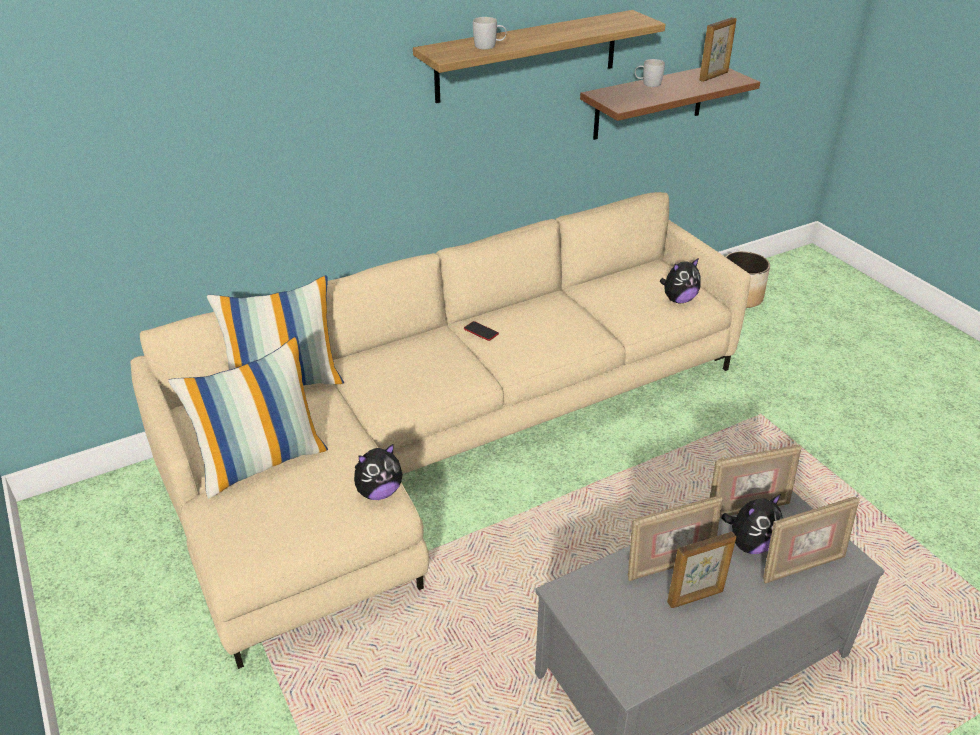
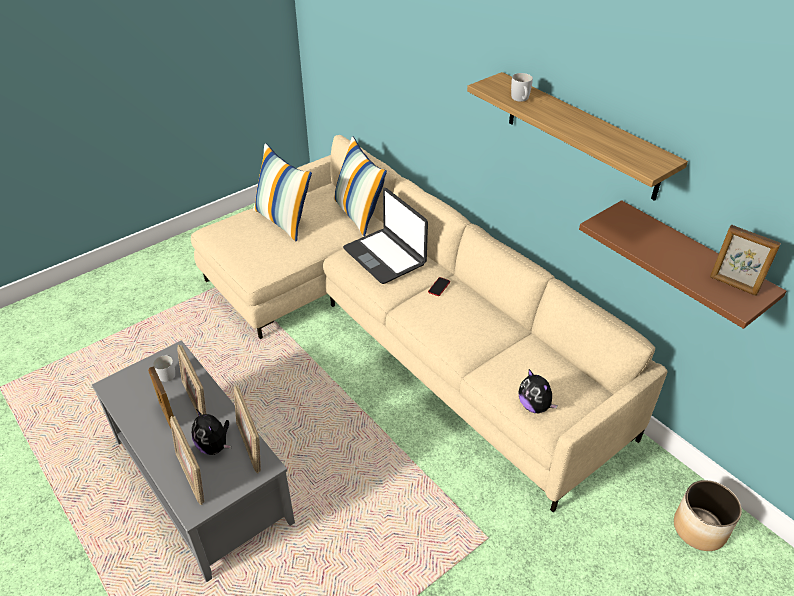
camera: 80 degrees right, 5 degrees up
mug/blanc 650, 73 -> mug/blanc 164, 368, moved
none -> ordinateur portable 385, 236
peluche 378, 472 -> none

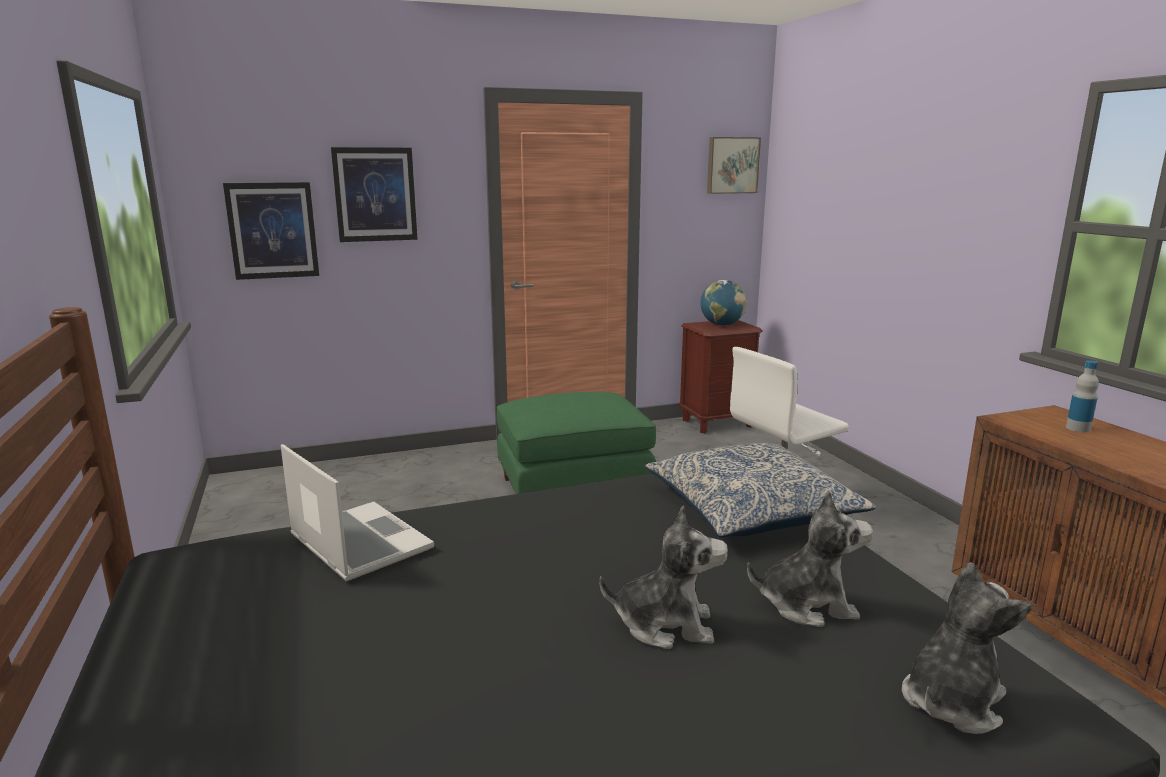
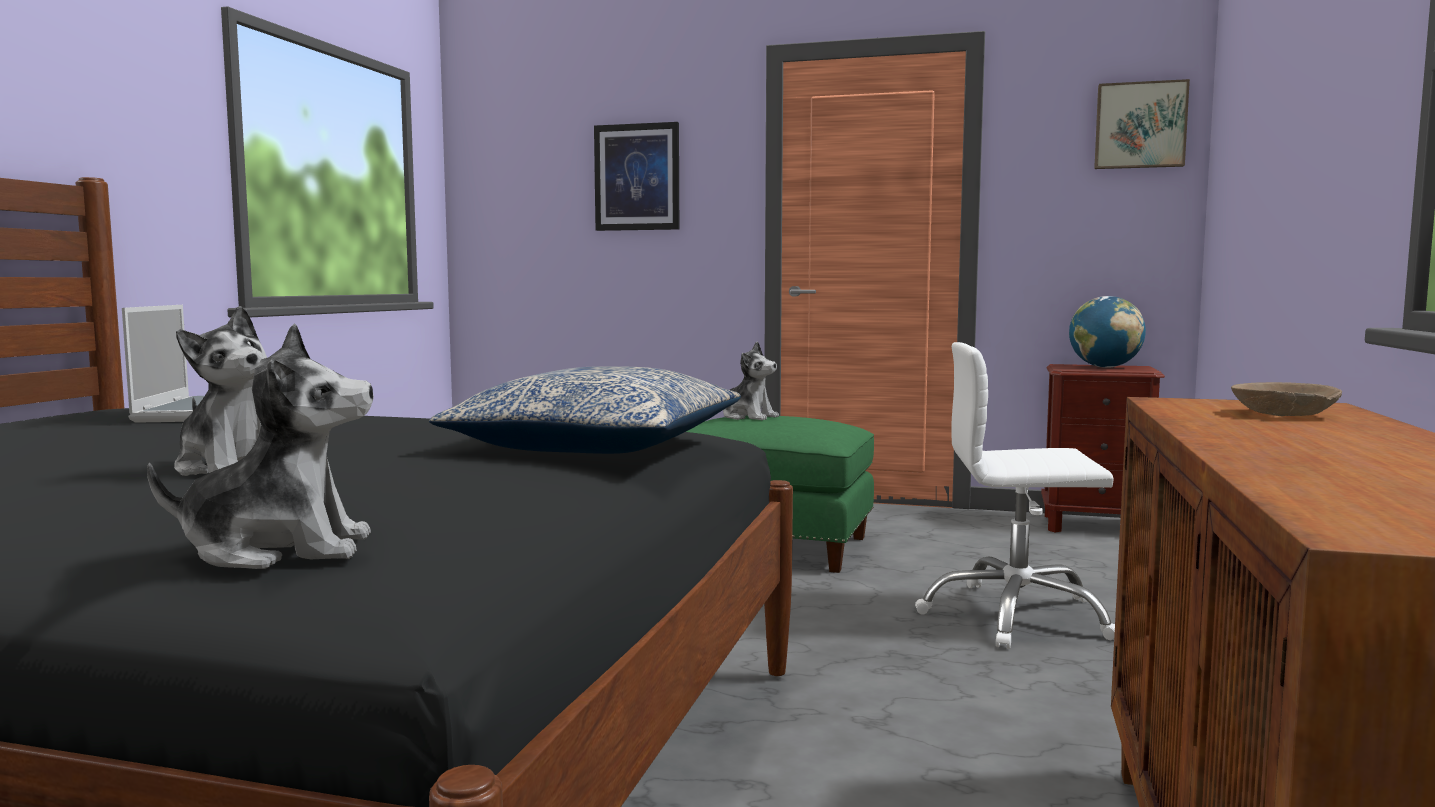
camera: 35 degrees right, 10 degrees down
peluche 810, 558 -> peluche 747, 381, moved
bouteille 1082, 396 -> bol/beige 1286, 399
tableau 271, 231 -> none

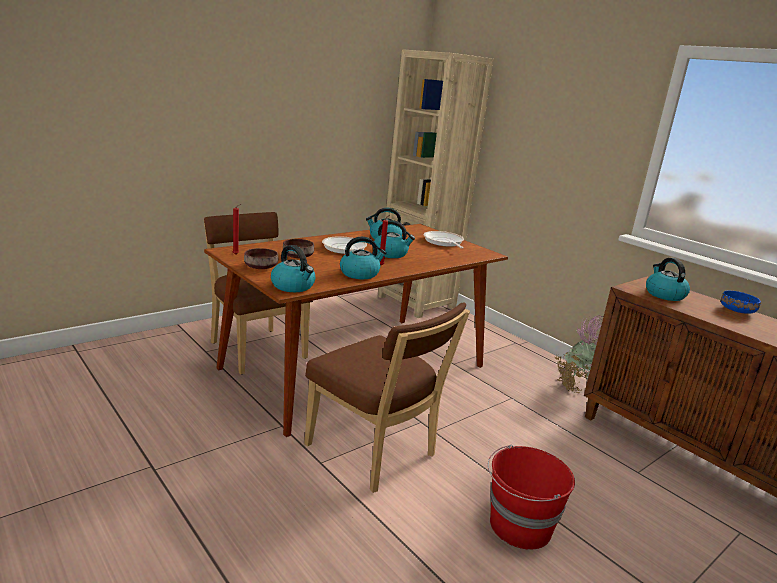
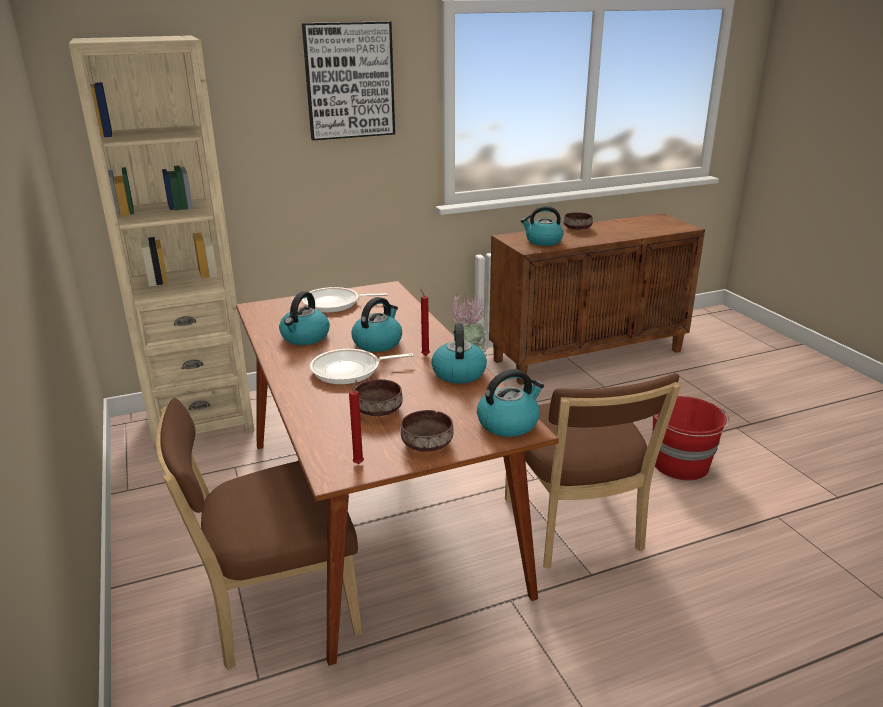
camera: 70 degrees left, 5 degrees up
none -> tableau 348, 80
chaise/marron 387, 397 -> chaise/marron 593, 470, 105 degrees clockwise
bol/bleu 741, 302 -> bol/marron 578, 221

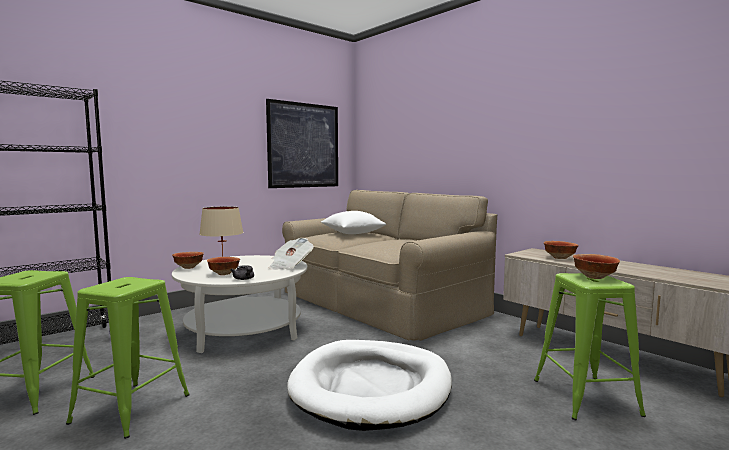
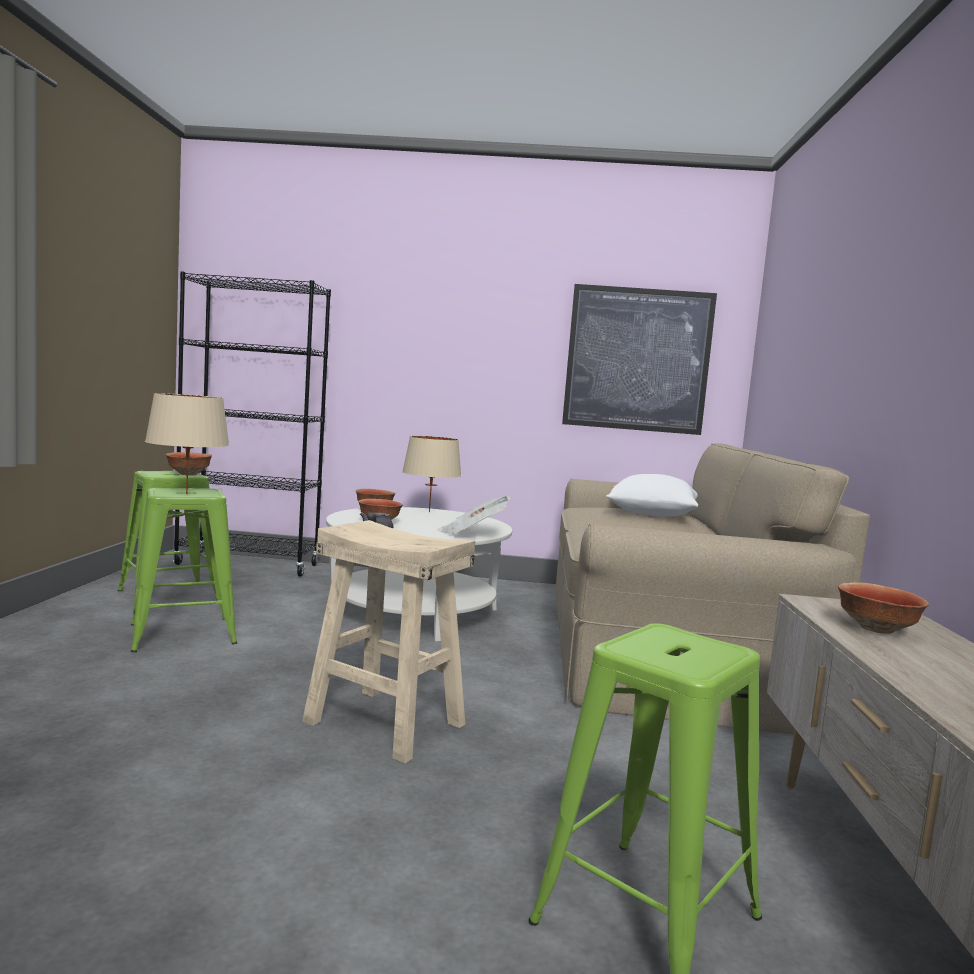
camera: 45 degrees right, 0 degrees up
none -> lampe de table/beige 187, 443
bol 596, 266 -> bol 189, 464, moved
panier pour chien/blanc 369, 385 -> tabouret/beige 388, 641

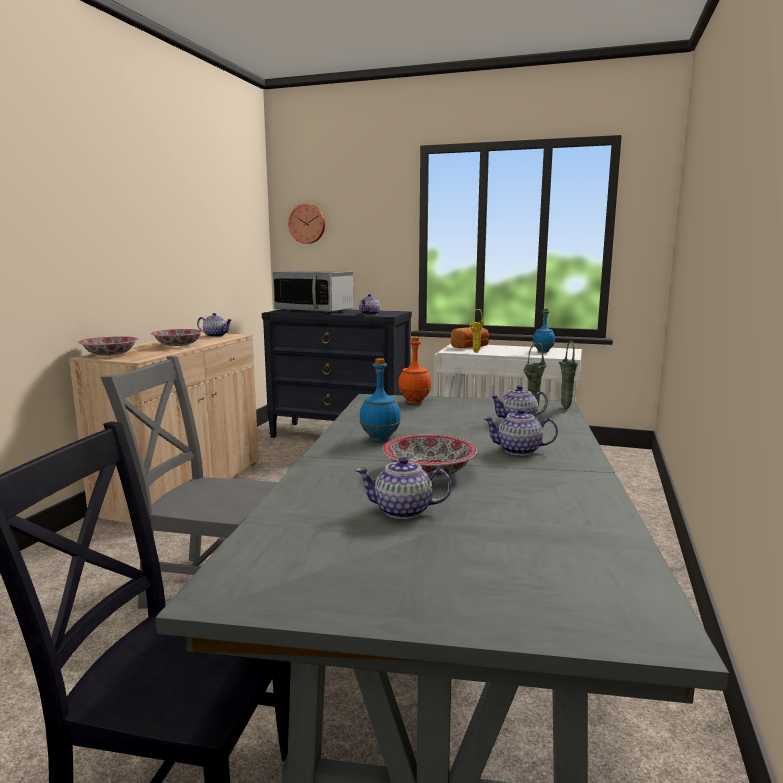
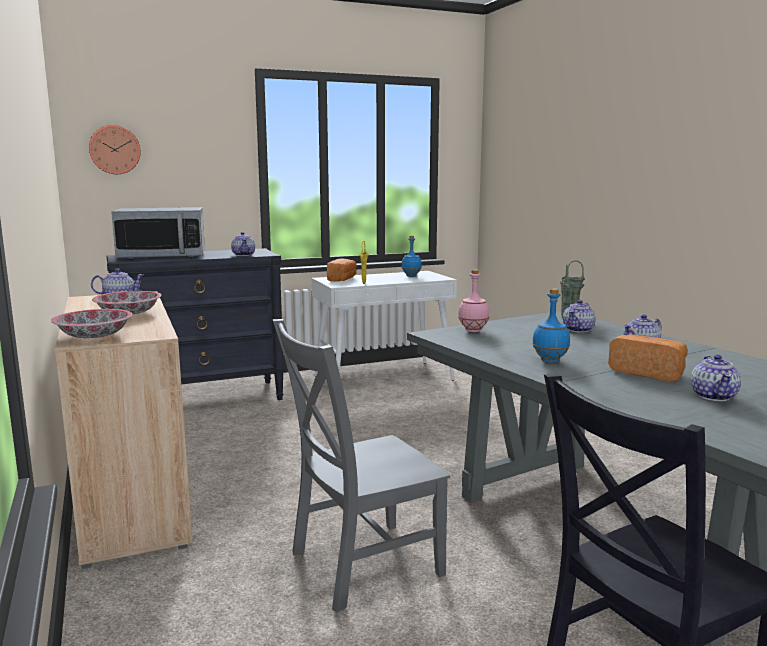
camera: 40 degrees left, 0 degrees up
bouteille/orange 415, 370 -> bouteille/rose 473, 301
bol 429, 456 -> pain 648, 357
théière 403, 488 -> théière 716, 378, 45 degrees counterclockwise

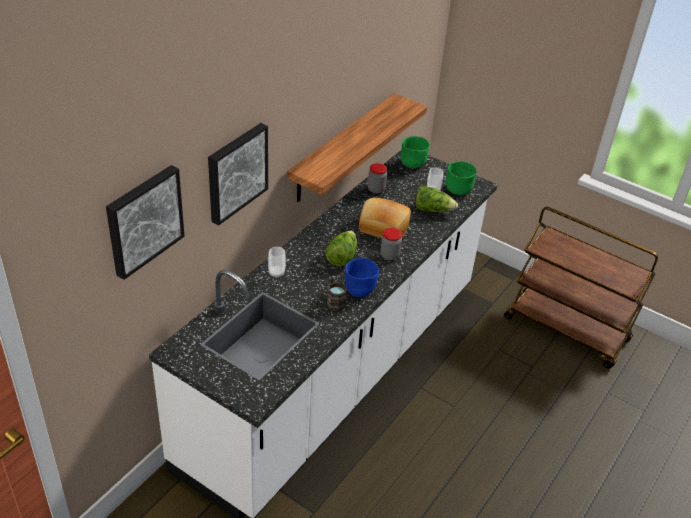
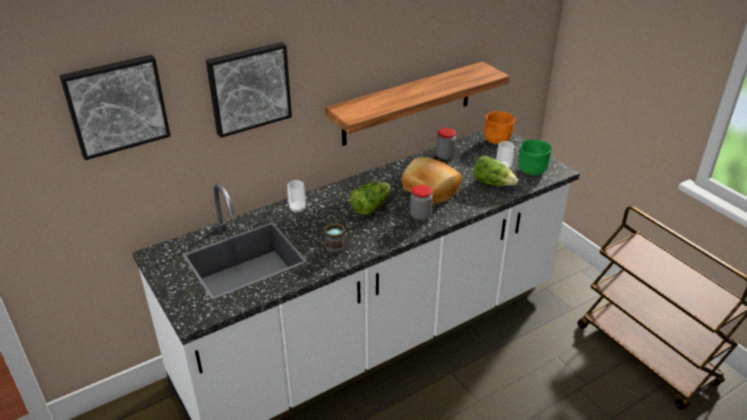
camera: 25 degrees right, 5 degrees down
bol/vert 415, 152 -> bol/orange 499, 127
bol/bleu 362, 277 -> none

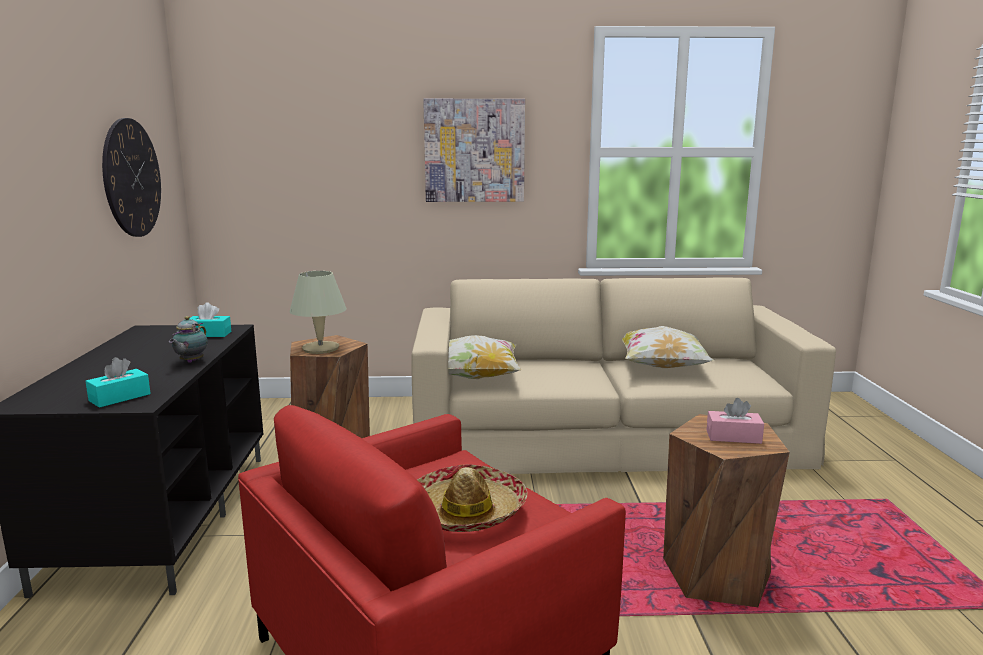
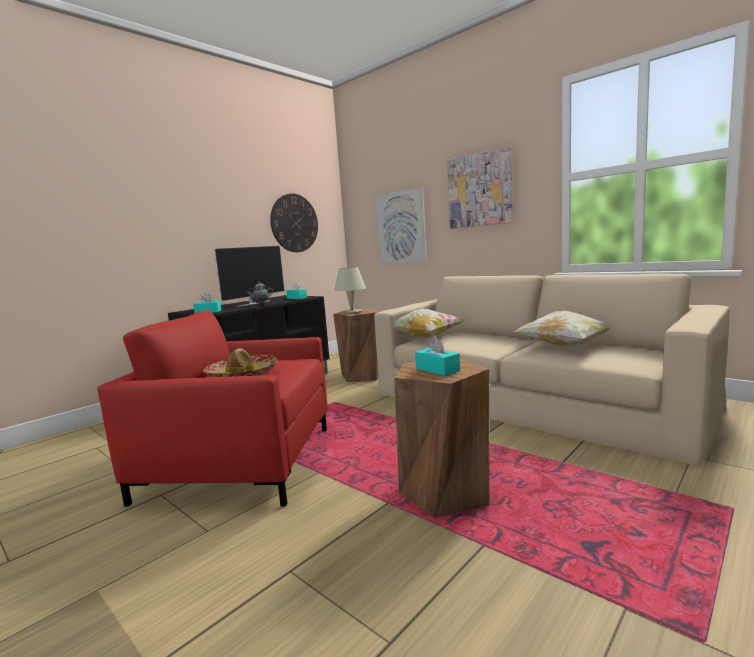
camera: 45 degrees right, 5 degrees down
none -> téléviseur 249, 276
none -> tableau 401, 225
boîte à mouchoirs/rose 735, 421 -> boîte à mouchoirs/turquoise 437, 356

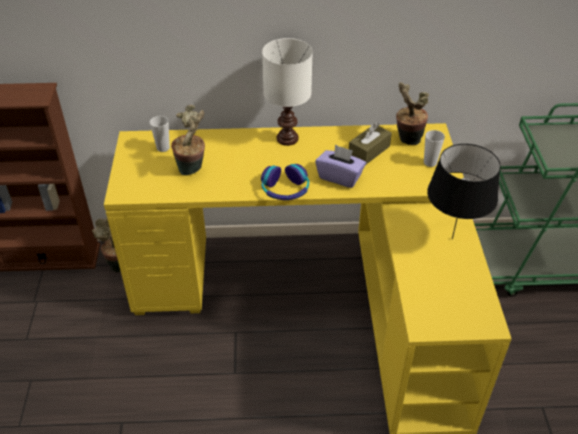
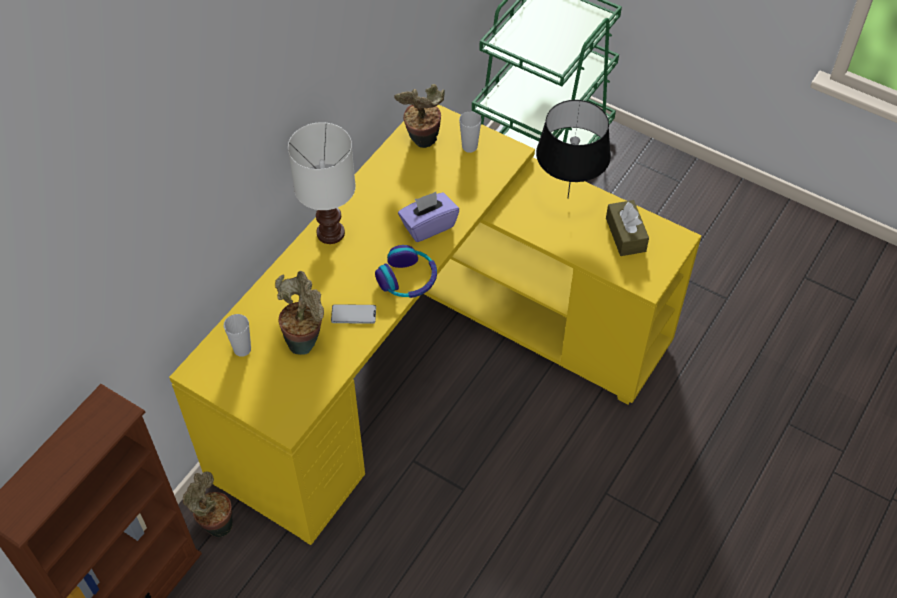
camera: 55 degrees left, 10 degrees up
none -> téléphone 353, 314
boîte à mouchoirs/marron 370, 143 -> boîte à mouchoirs/marron 627, 228, moved

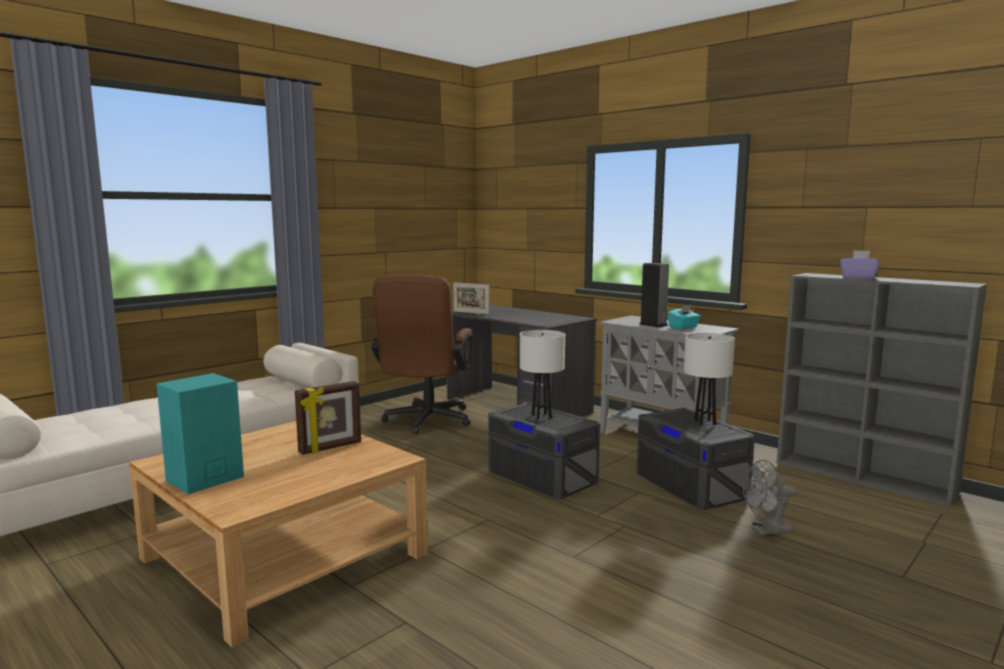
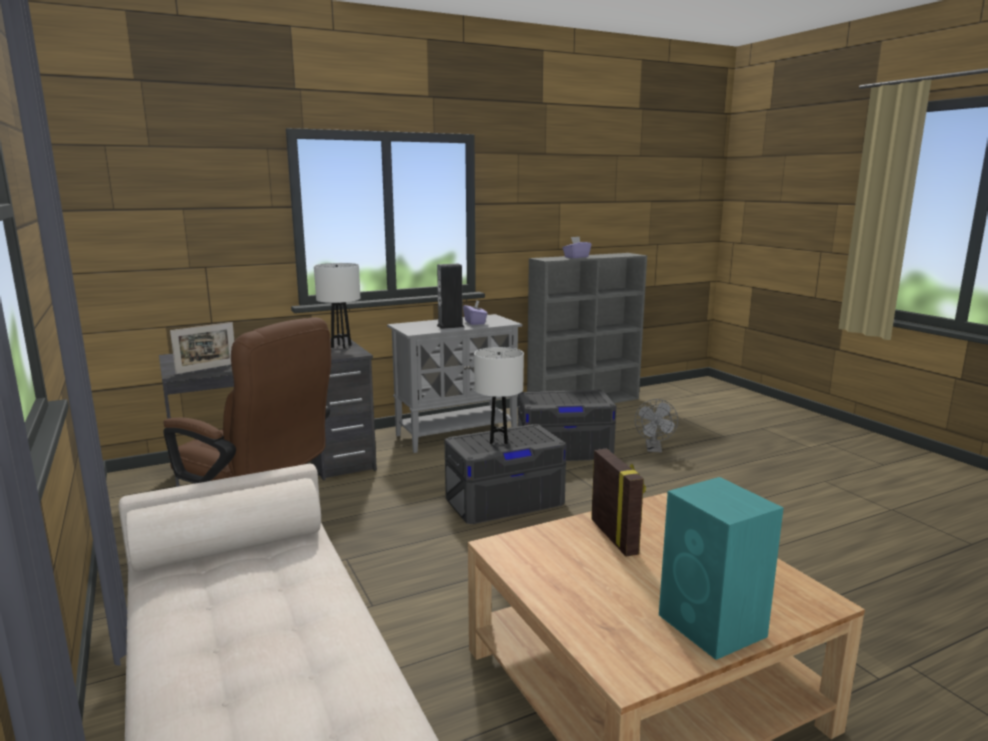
camera: 70 degrees left, 5 degrees up
lampe de table/blanc 709, 379 -> lampe de table/blanc 337, 306, moved
boîte à mouchoirs/turquoise 683, 317 -> boîte à mouchoirs/violet 475, 312

